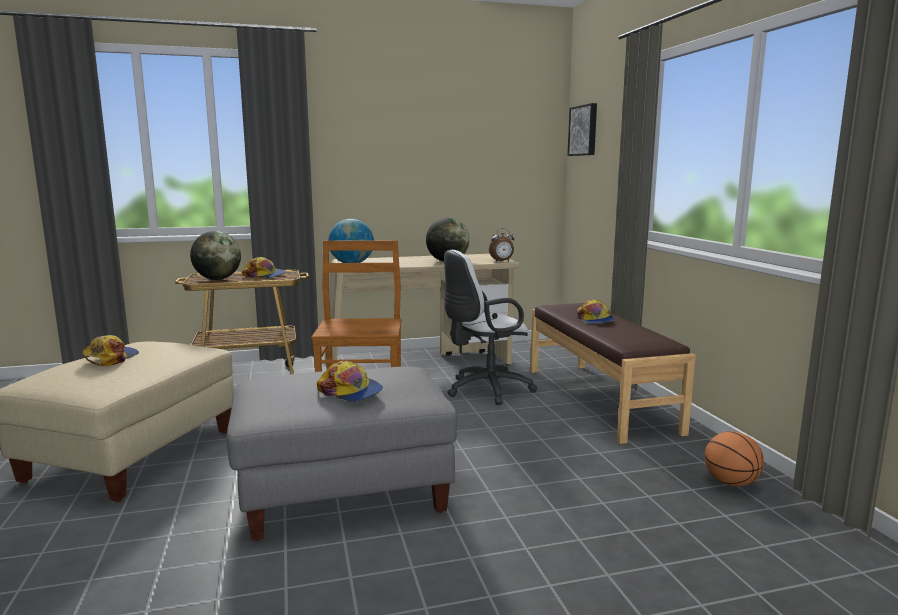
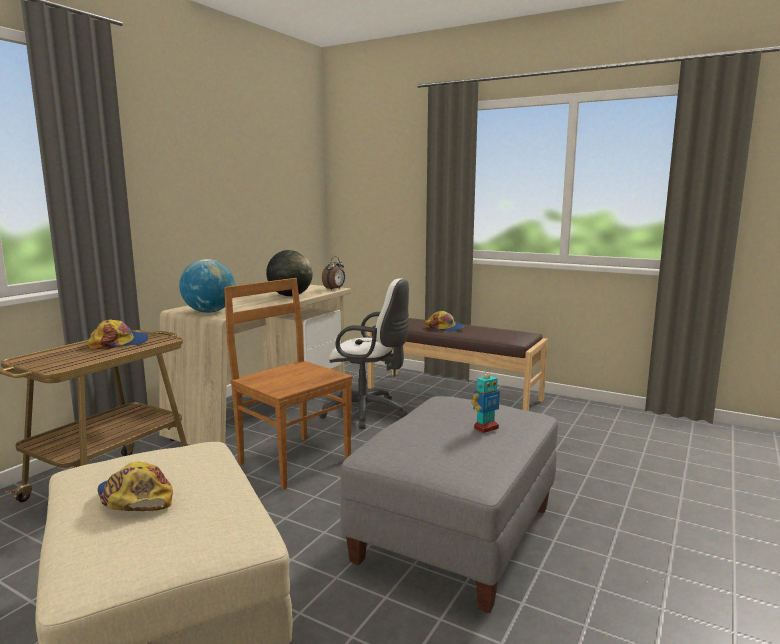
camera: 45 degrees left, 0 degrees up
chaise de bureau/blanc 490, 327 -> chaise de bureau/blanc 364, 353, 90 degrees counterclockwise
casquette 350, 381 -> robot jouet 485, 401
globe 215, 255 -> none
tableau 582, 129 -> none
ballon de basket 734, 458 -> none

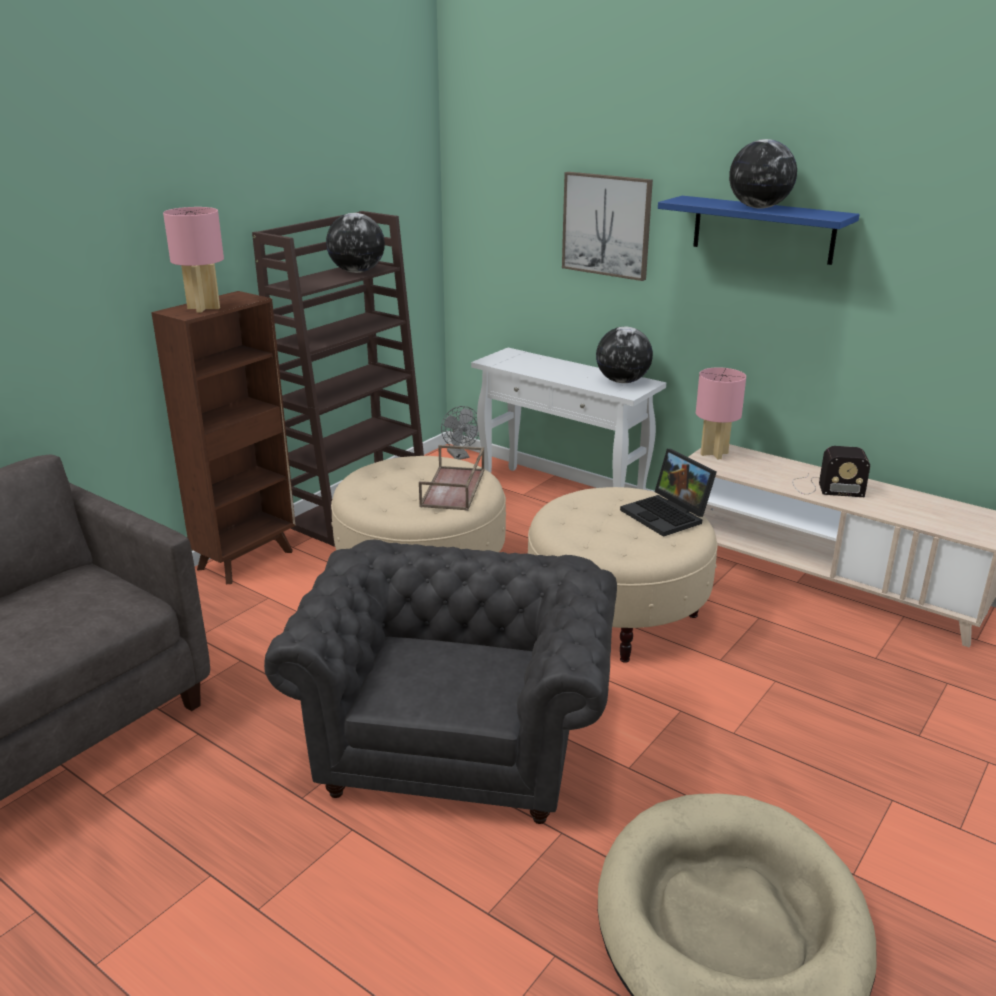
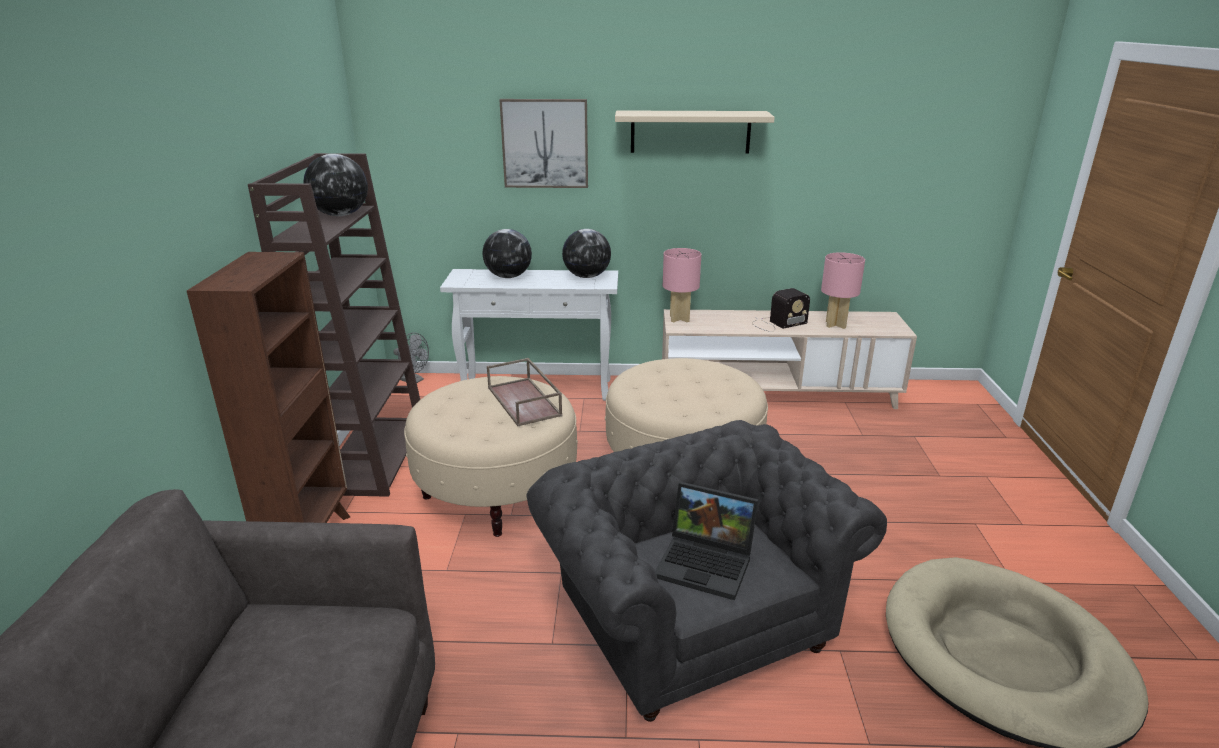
camera: 35 degrees left, 0 degrees up
globe 763, 174 -> globe 507, 253, moved
étagère/bleu 759, 230 -> étagère/beige 695, 131
ordinateur portable 668, 493 -> ordinateur portable 707, 541, moved
lampe de table/rose 193, 260 -> lampe de table/rose 843, 290, moved

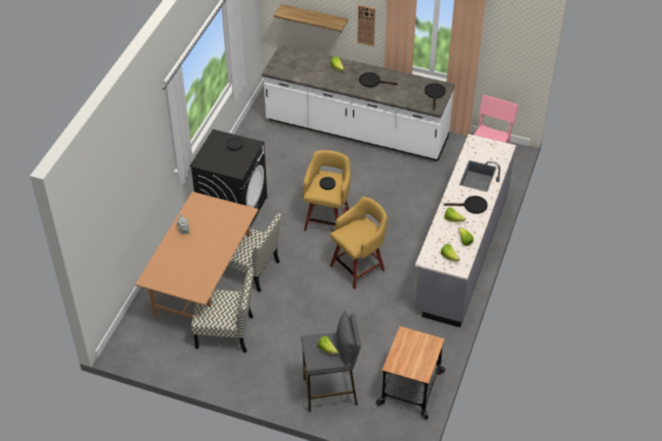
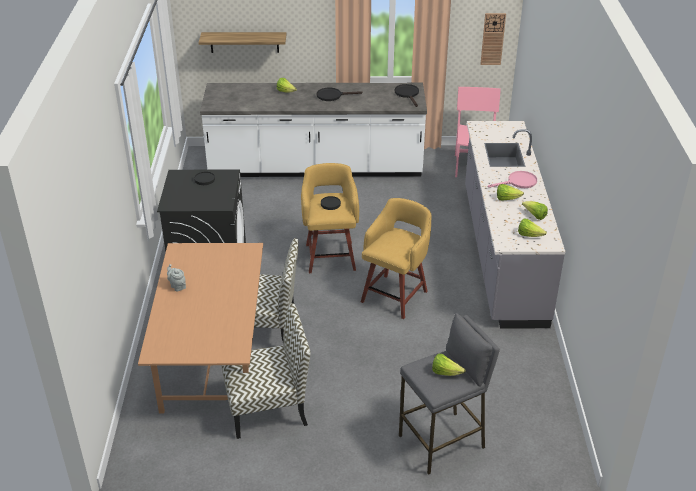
camera: 20 degrees left, 10 degrees down
horloge murale 366, 26 -> horloge murale 493, 39, moved
poêle/noir 466, 205 -> poêle/rose 512, 179
chariot 410, 373 -> none

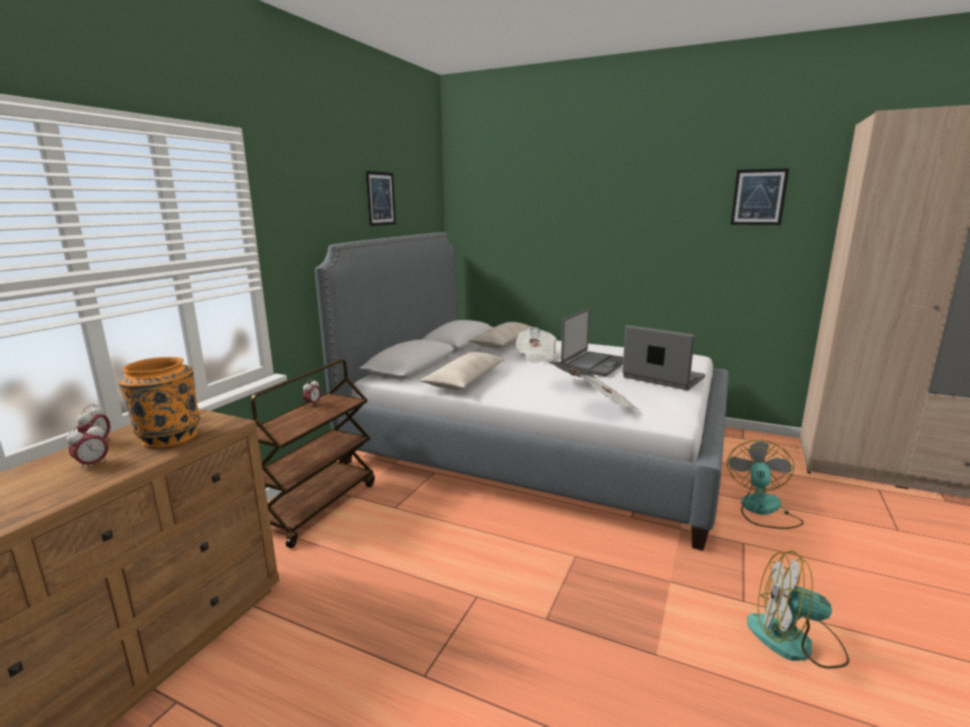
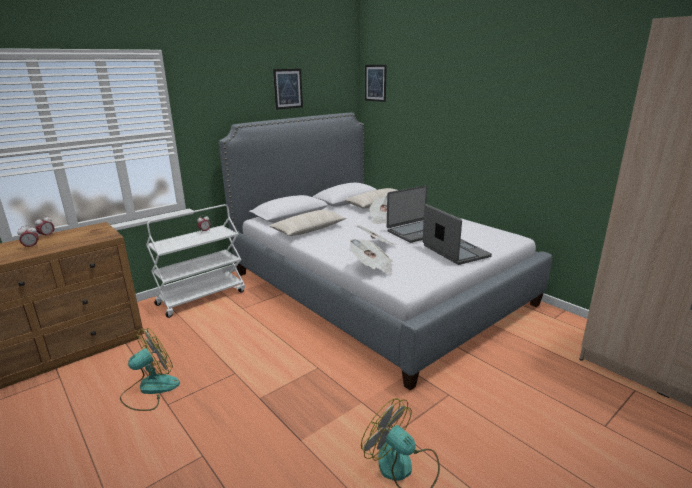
camera: 25 degrees right, 5 degrees up
ventilateur 765, 484 -> ventilateur 150, 369, moved
chariot/marron 313, 453 -> chariot/blanc 195, 261
tableau 759, 196 -> tableau 376, 83, moved
vase/orange 159, 402 -> none

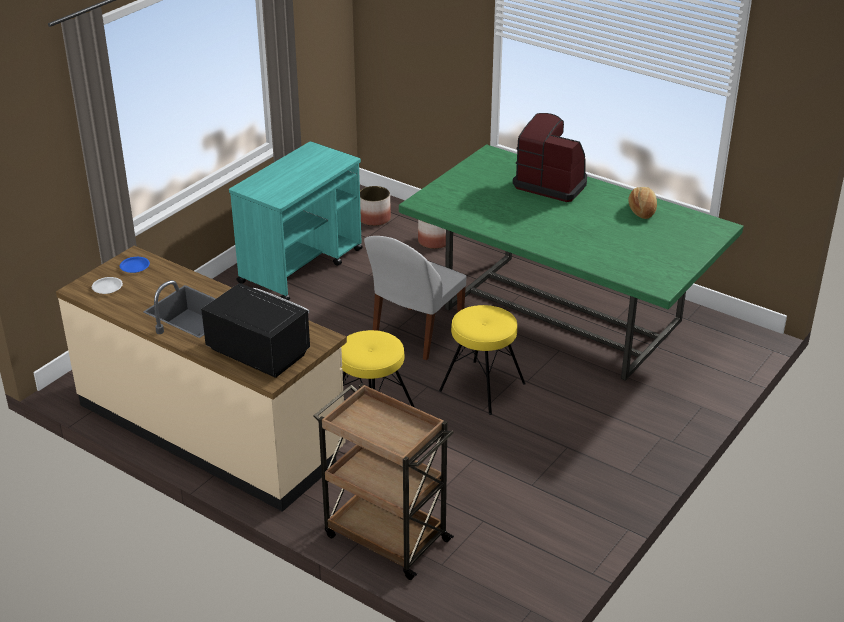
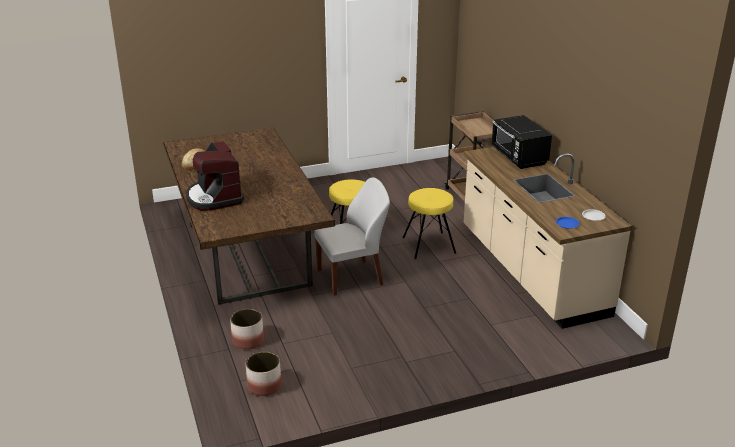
camera: 145 degrees left, 5 degrees down
table à manger/vert 571, 262 -> table à manger/marron 249, 215
chariot/turquoise 296, 220 -> none

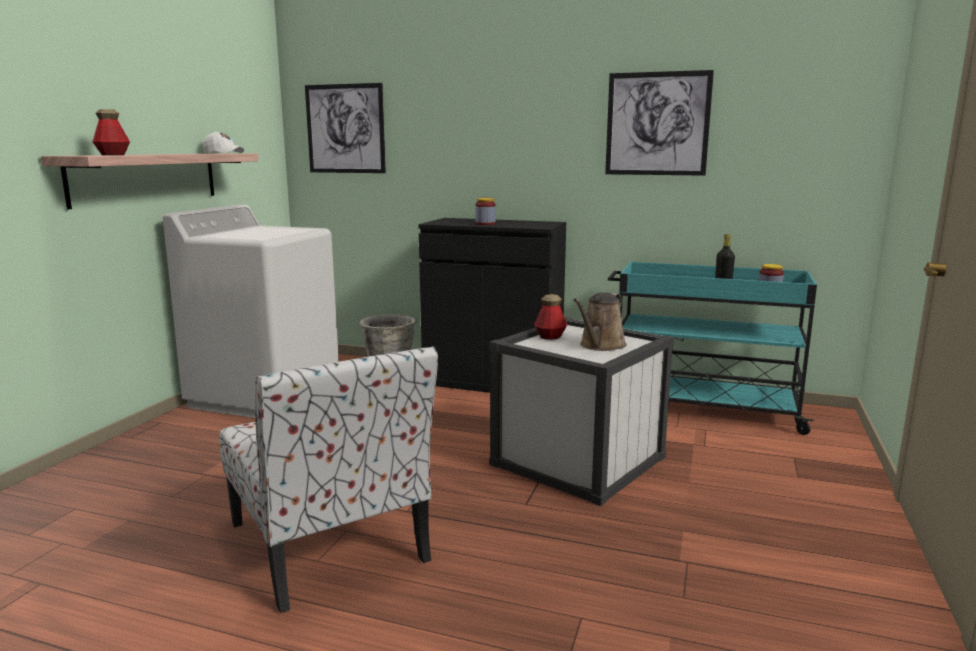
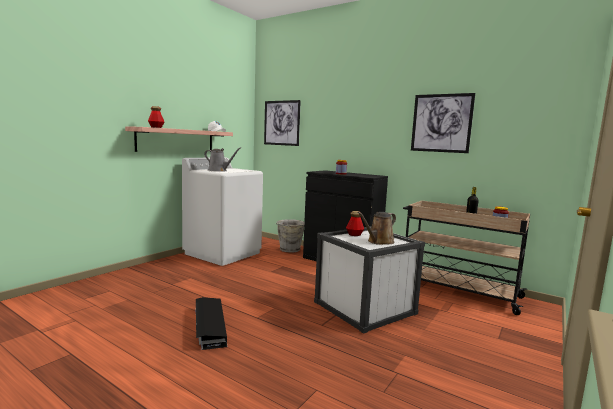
camera: 15 degrees right, 5 degrees down
chaise 328, 479 -> boîte de rangement/noir 211, 323
none -> arrosoir/gris 222, 159
chariot/turquoise 712, 348 -> chariot/beige 466, 258

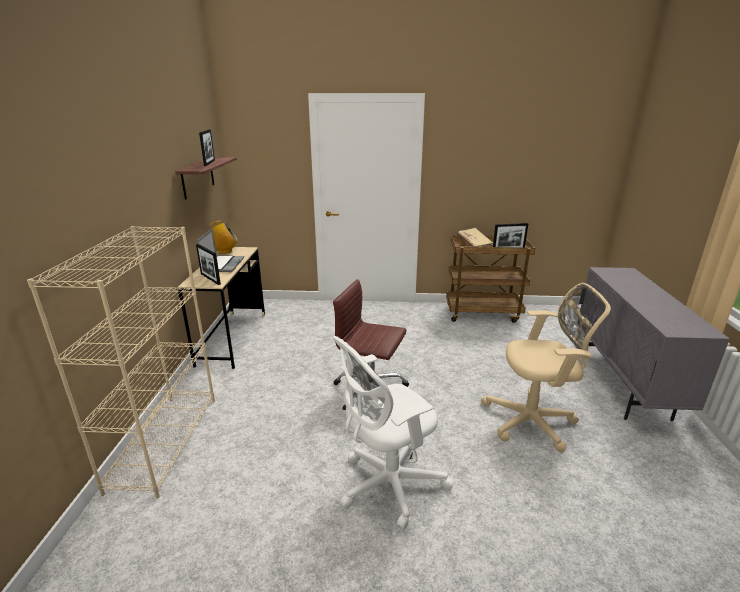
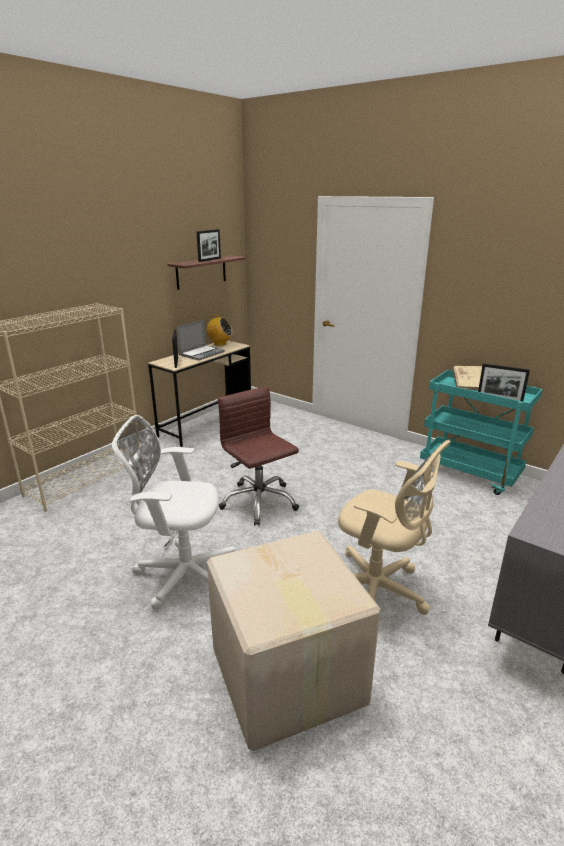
camera: 35 degrees right, 0 degrees up
none -> carton 293, 640
chariot/marron 490, 279 -> chariot/turquoise 481, 432

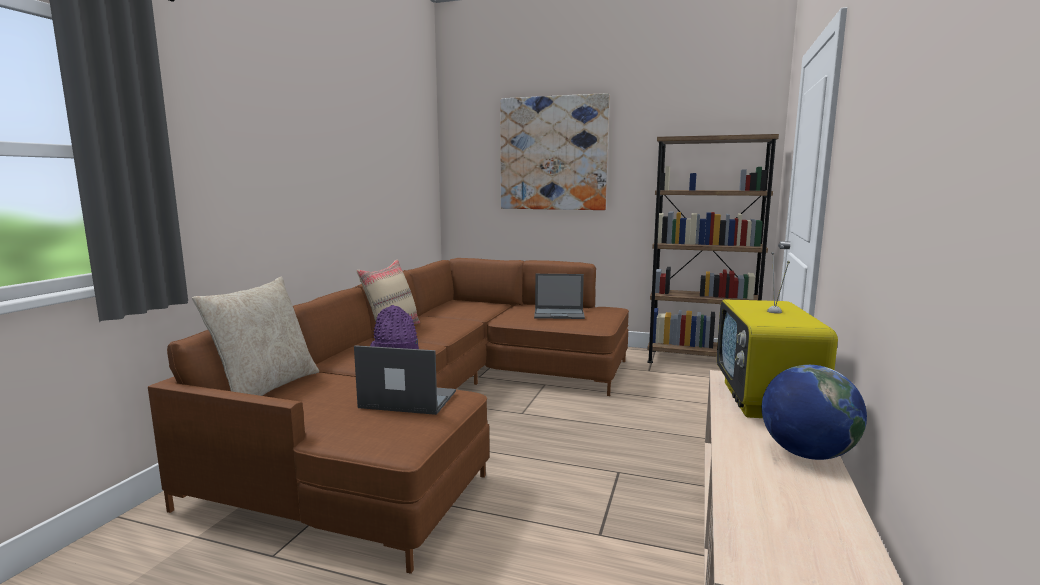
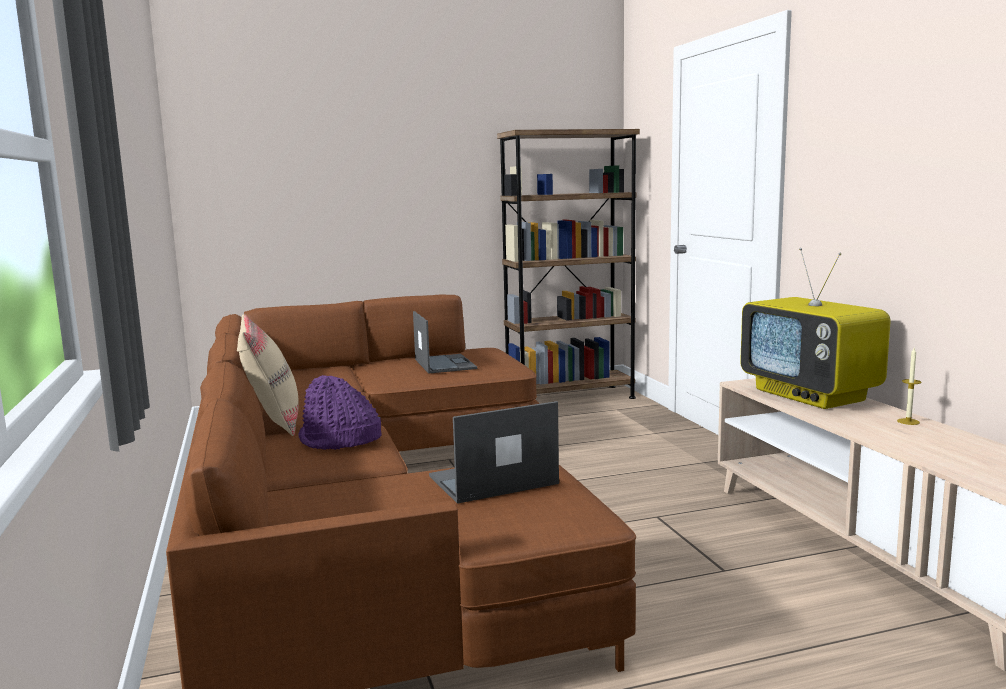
camera: 35 degrees left, 0 degrees up
ordinateur portable 559, 296 -> ordinateur portable 445, 342, 75 degrees counterclockwise
globe 814, 412 -> bougie 909, 386
coussin/beige 255, 336 -> none
tableau 555, 151 -> none

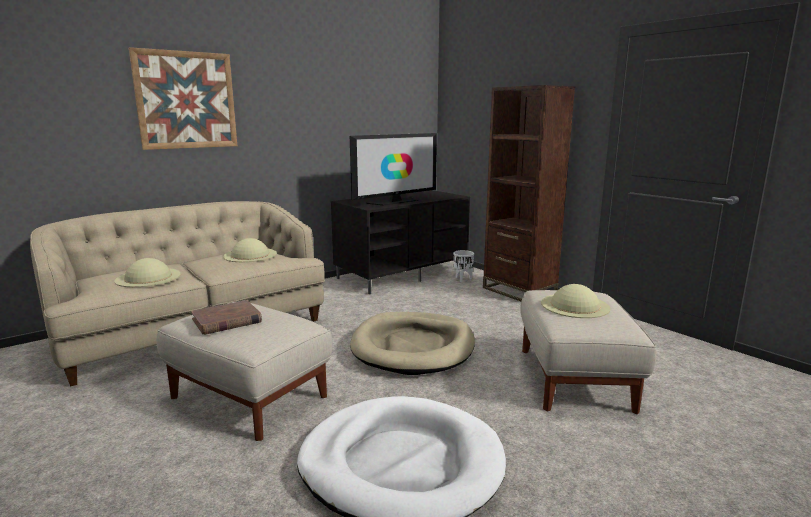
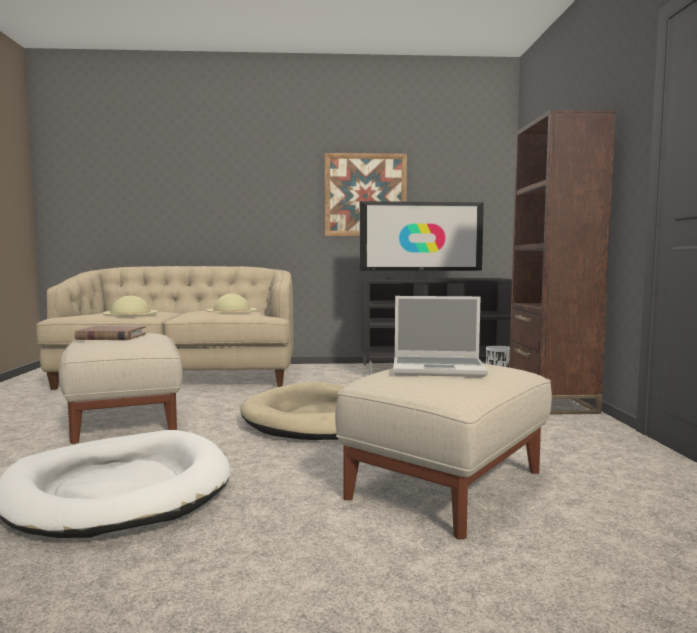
camera: 35 degrees right, 10 degrees down
tableau 182, 98 -> tableau 366, 194, moved
chapeau/beige 575, 301 -> ordinateur portable 440, 336

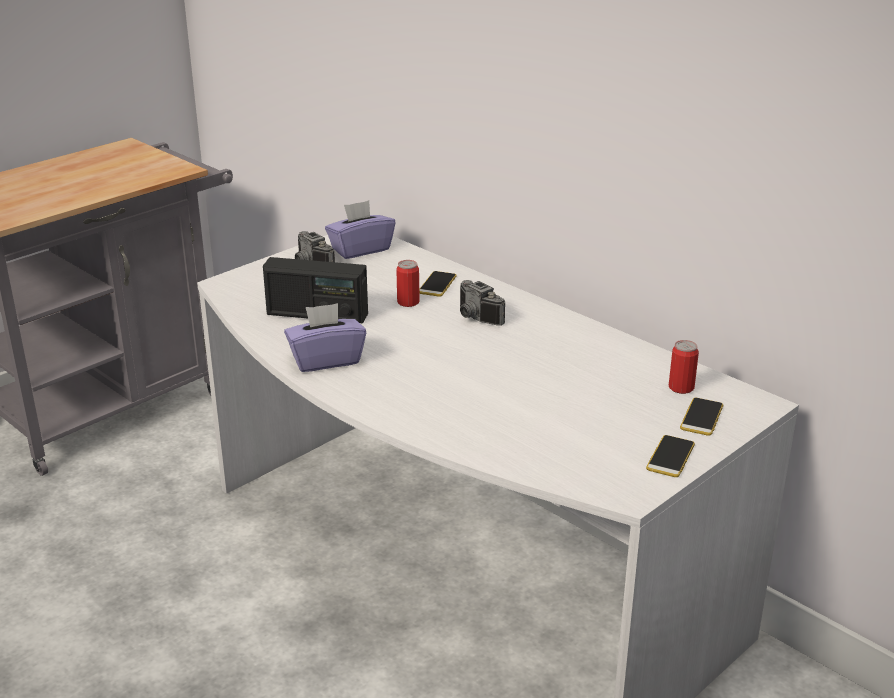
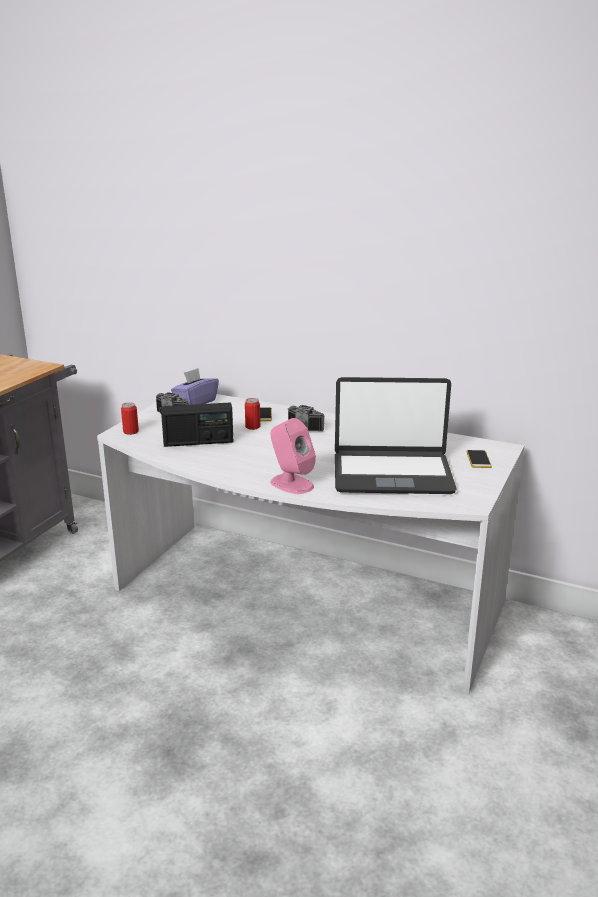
camera: 20 degrees left, 5 degrees down
boîte métallique 684, 367 -> boîte métallique 130, 418, moved
none -> enceinte/rose 293, 456
none -> ordinateur portable 396, 435
boîte à mouchoirs/violet 325, 337 -> none
téléphone 670, 456 -> none

